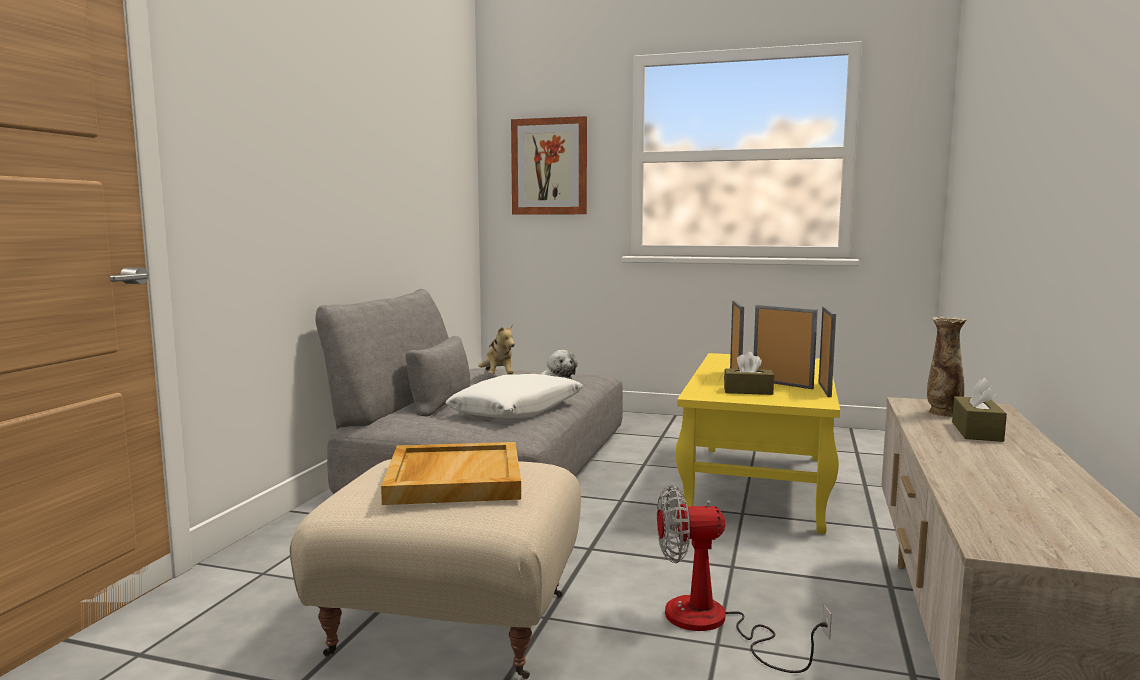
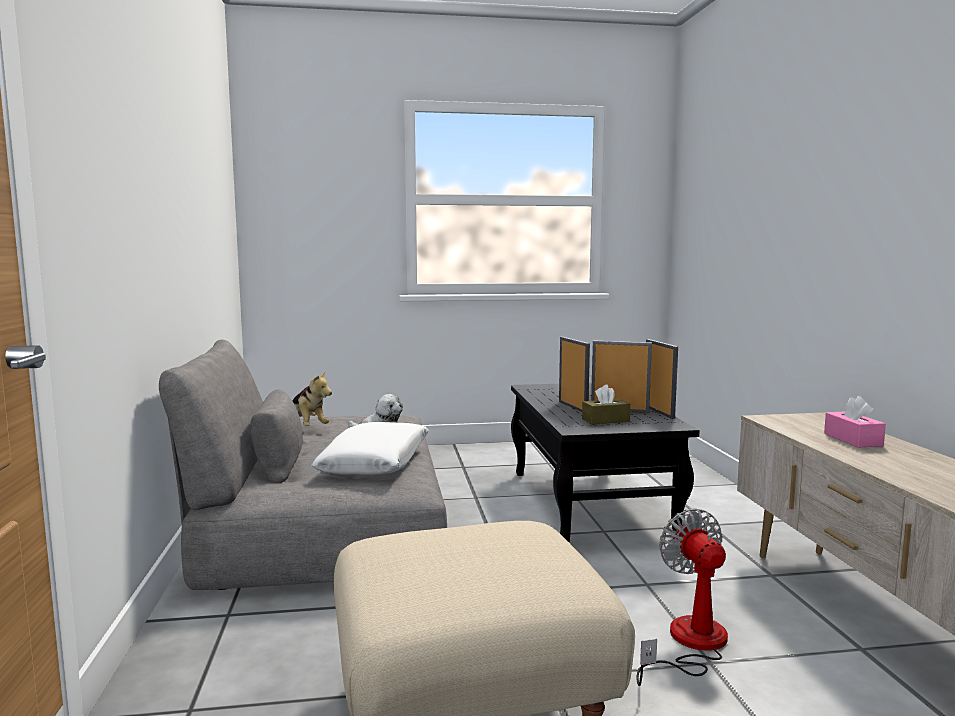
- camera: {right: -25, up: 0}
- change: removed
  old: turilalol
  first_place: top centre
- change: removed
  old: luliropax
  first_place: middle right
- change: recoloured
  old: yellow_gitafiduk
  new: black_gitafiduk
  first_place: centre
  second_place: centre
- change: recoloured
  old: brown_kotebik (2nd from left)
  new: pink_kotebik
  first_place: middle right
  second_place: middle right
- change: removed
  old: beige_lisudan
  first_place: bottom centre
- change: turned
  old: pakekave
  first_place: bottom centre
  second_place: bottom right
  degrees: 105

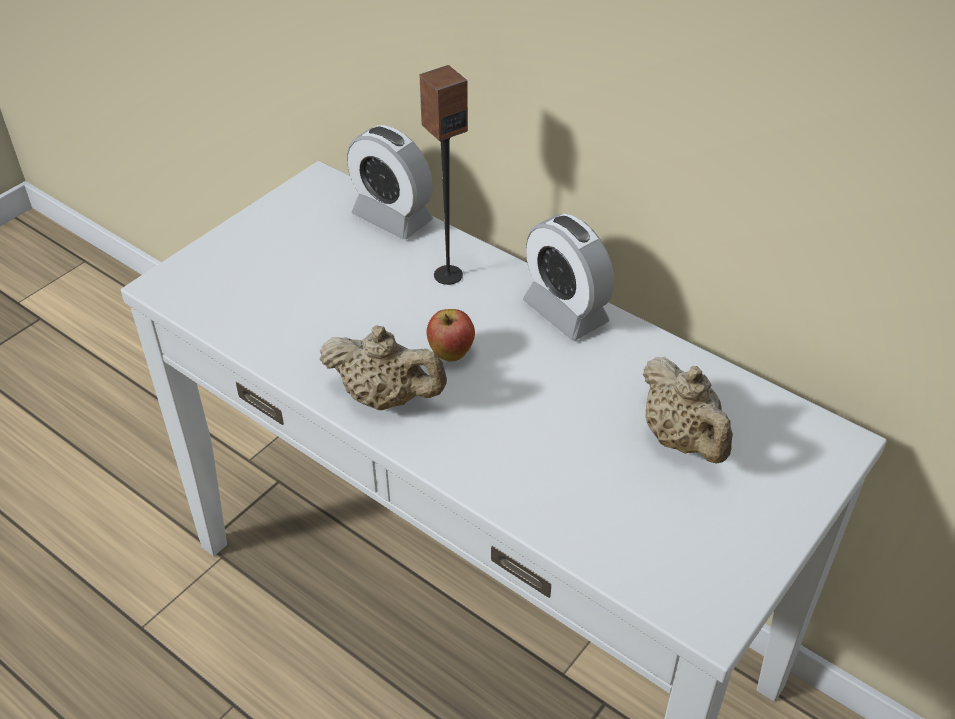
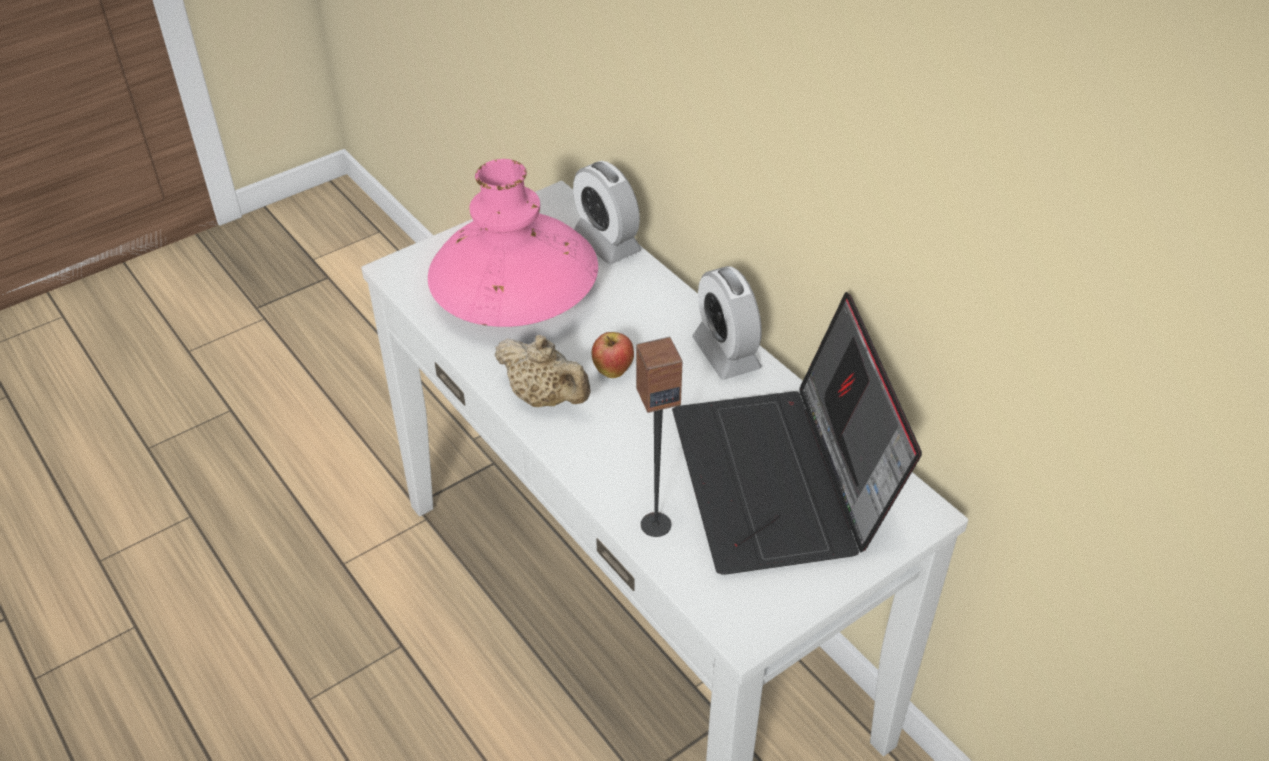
- camera: {right: 15, up: 0}
- change: moved
  old: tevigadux
  first_place: top centre
  second_place: centre
- change: replaced
  old: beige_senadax (2nd from left)
  new: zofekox
  first_place: middle right
  second_place: centre
- change: added
  new: pink_luliropax
  second_place: top centre

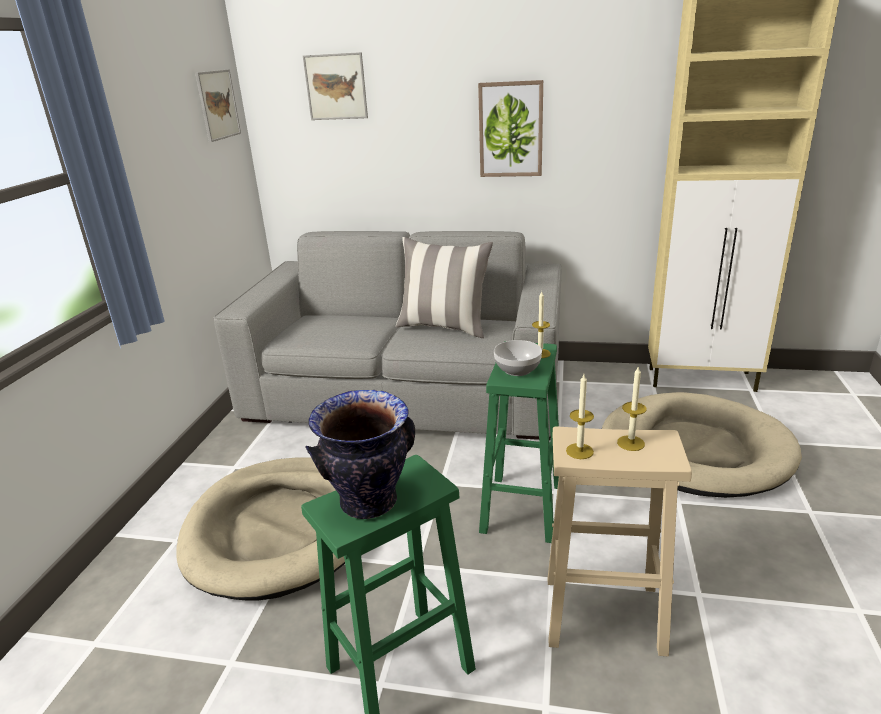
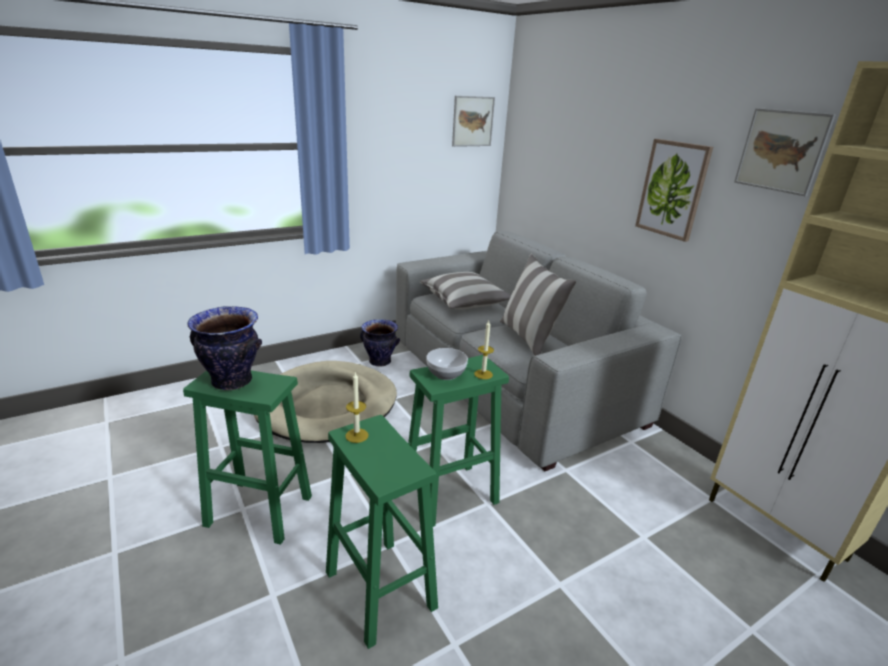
- camera: {right: 45, up: 0}
- change: moved
  old: turilalol (2nd from left in the first image)
  new: turilalol (3rd from left)
  first_place: top centre
  second_place: top right
- change: removed
  old: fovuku (3rd from left)
  first_place: middle right
- change: removed
  old: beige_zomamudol (2nd from left)
  first_place: middle right
- change: recoloured
  old: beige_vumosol
  new: green_vumosol (2nd from left)
  first_place: bottom right
  second_place: bottom centre
- change: added
  new: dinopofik (1st from left)
  second_place: centre
- change: added
  new: luliropax (2nd from left)
  second_place: centre

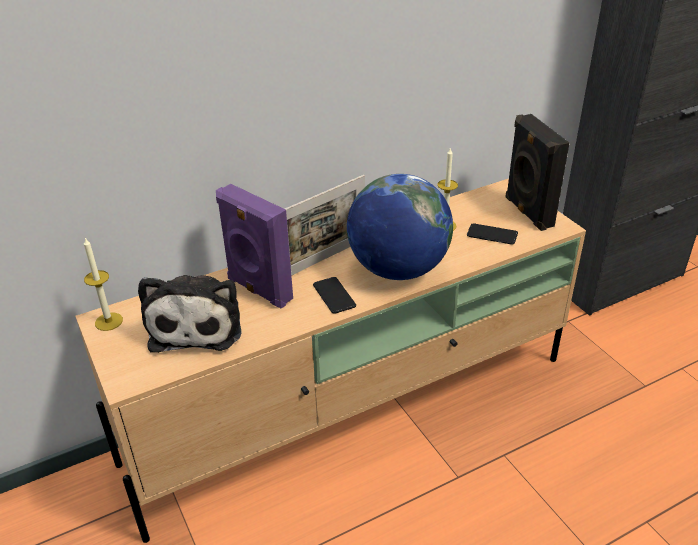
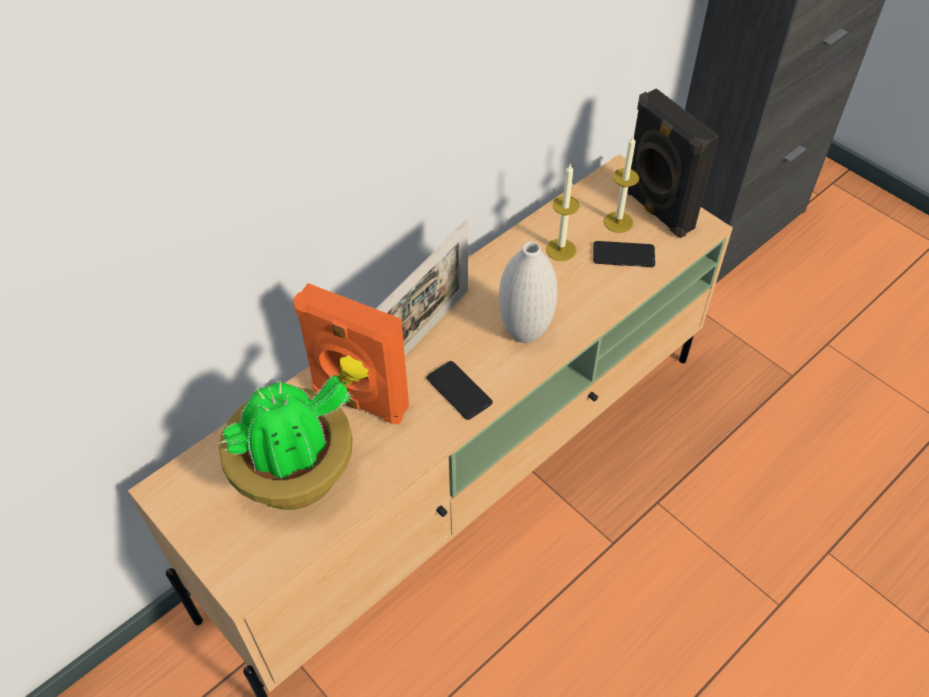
- camera: {right: -15, up: 15}
- change: replaced
  old: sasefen
  new: white_luliropax
  first_place: centre
  second_place: centre
- change: recoloured
  old: purple_tevigadux
  new: orange_tevigadux
  first_place: centre
  second_place: centre
- change: moved
  old: fovuku (1st from left in the first image)
  new: fovuku (2nd from left)
  first_place: middle left
  second_place: top right
- change: replaced
  old: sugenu
  new: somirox
  first_place: middle left
  second_place: middle left

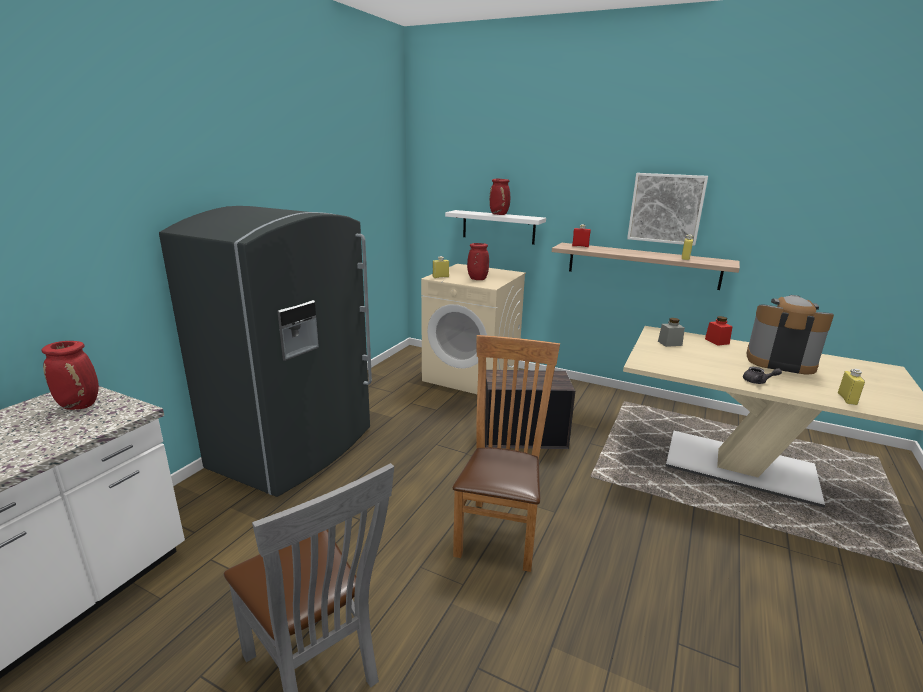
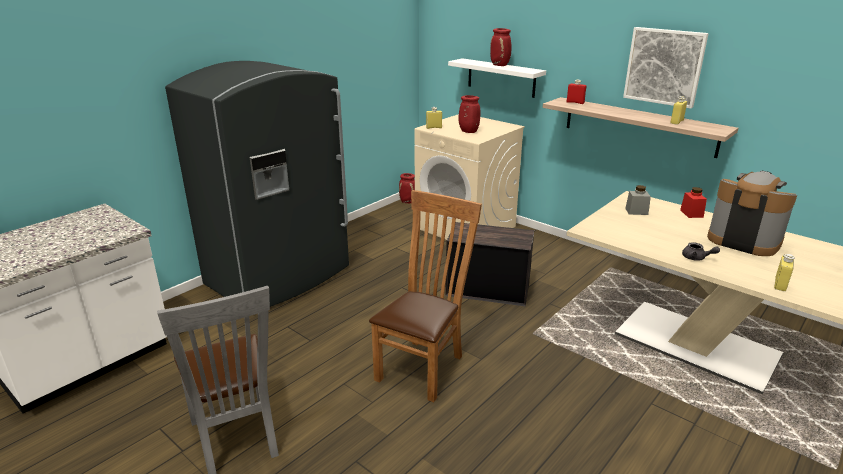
- camera: {right: 15, up: 5}
- change: moved
  old: red_luliropax (1st from left)
  first_place: middle left
  second_place: centre

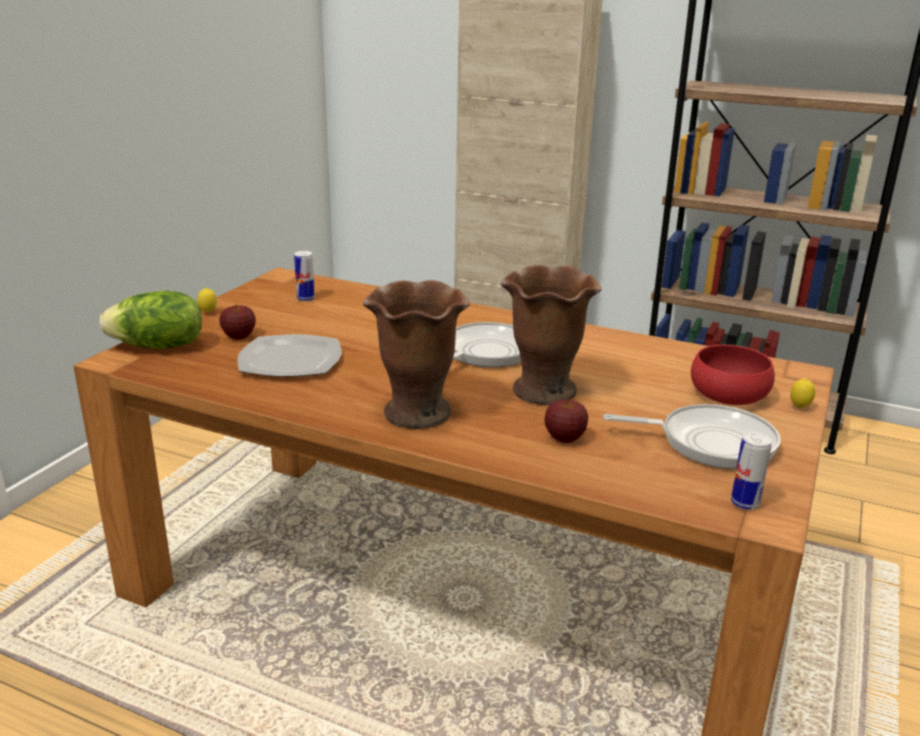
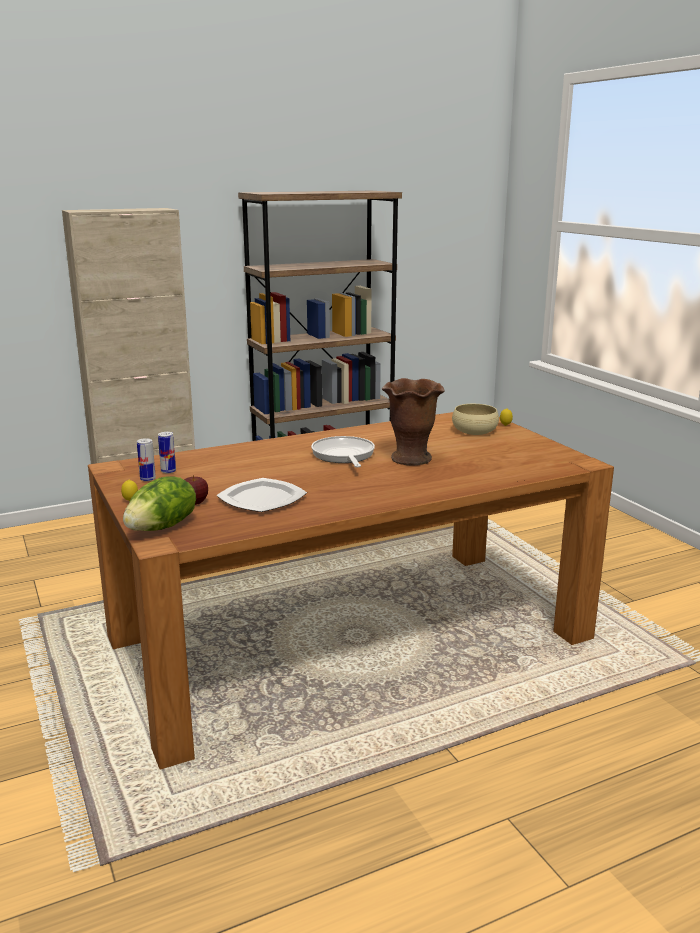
- camera: {right: -50, up: -5}
- change: removed
  old: brown_luliropax (1st from left)
  first_place: centre
- change: recoloured
  old: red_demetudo
  new: beige_demetudo
  first_place: middle right
  second_place: middle right
- change: removed
  old: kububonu (2nd from left)
  first_place: centre
- change: removed
  old: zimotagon (2nd from left)
  first_place: middle right
- change: moved
  old: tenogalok (2nd from left in the first image)
  new: tenogalok (1st from left)
  first_place: middle right
  second_place: middle left

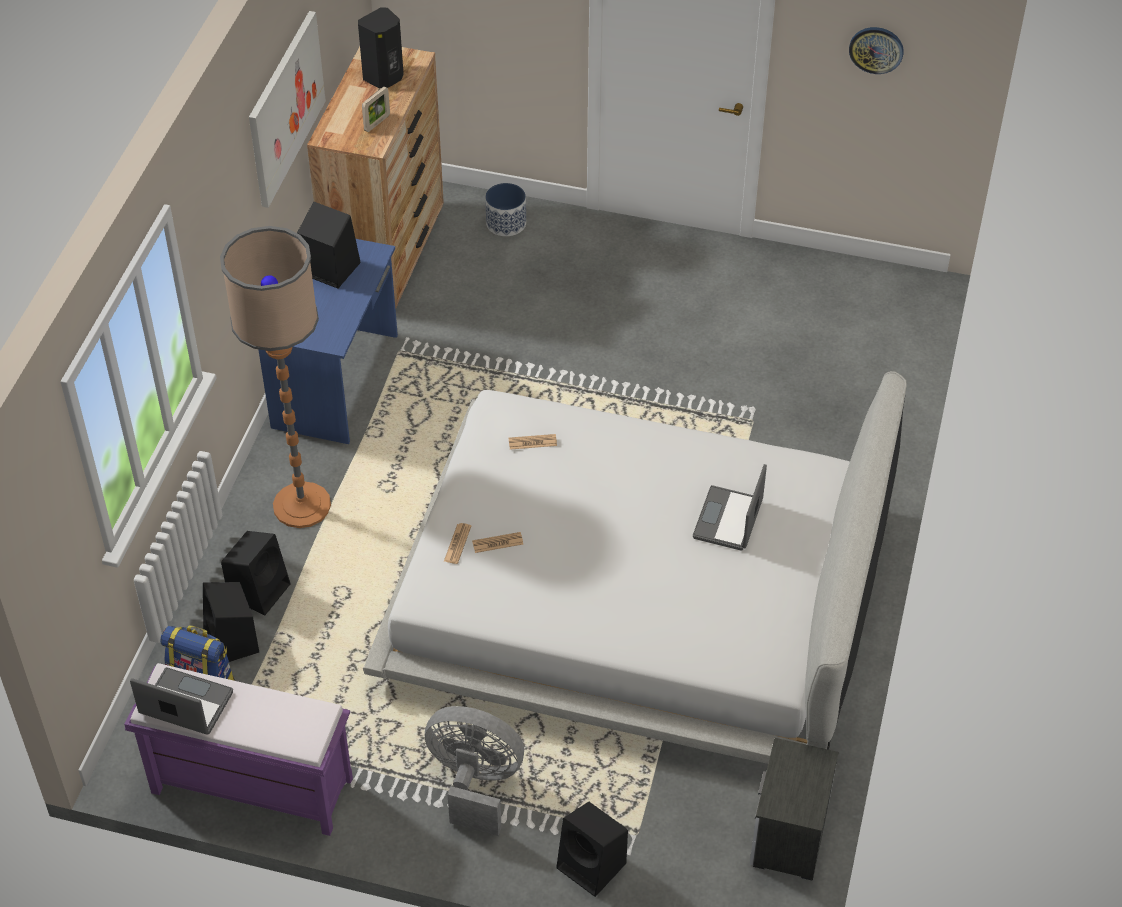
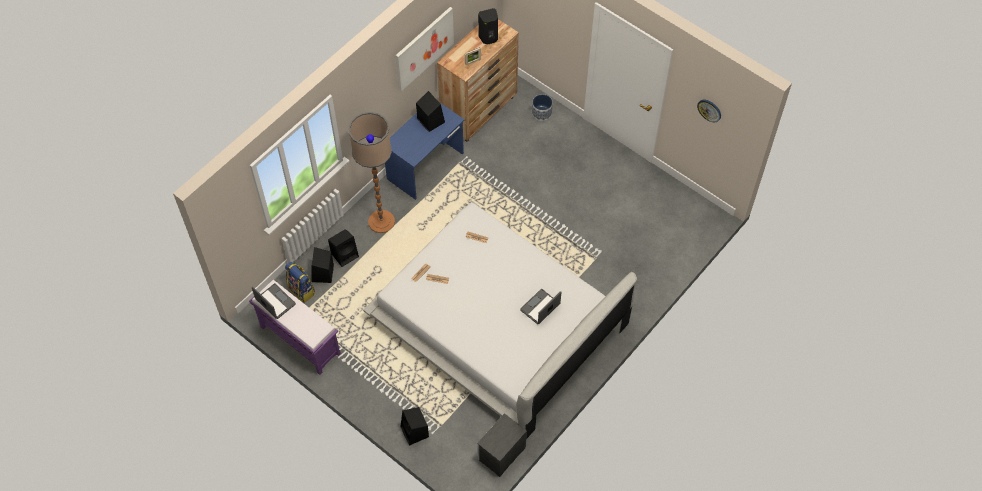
- camera: {right: 25, up: 10}
- change: removed
  old: grey_pakekave
  first_place: bottom centre

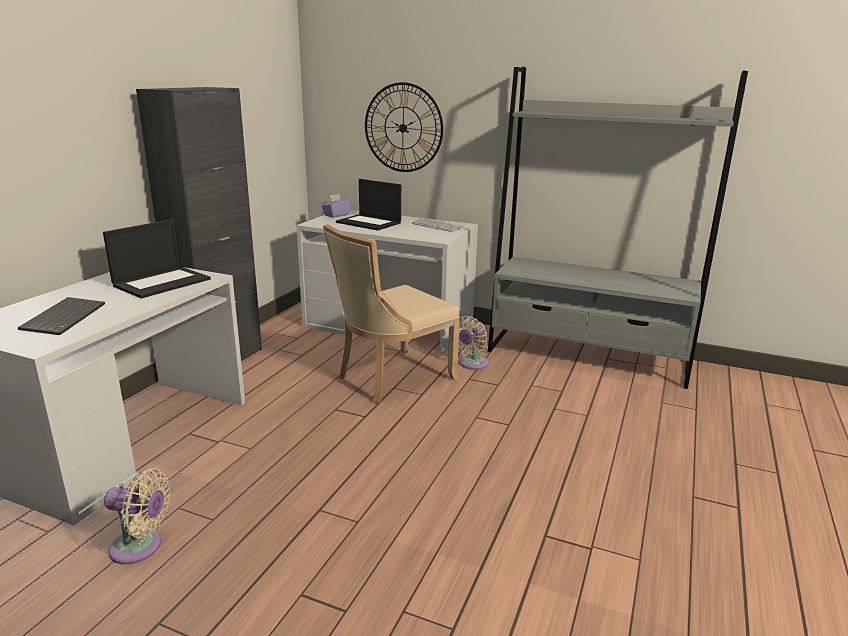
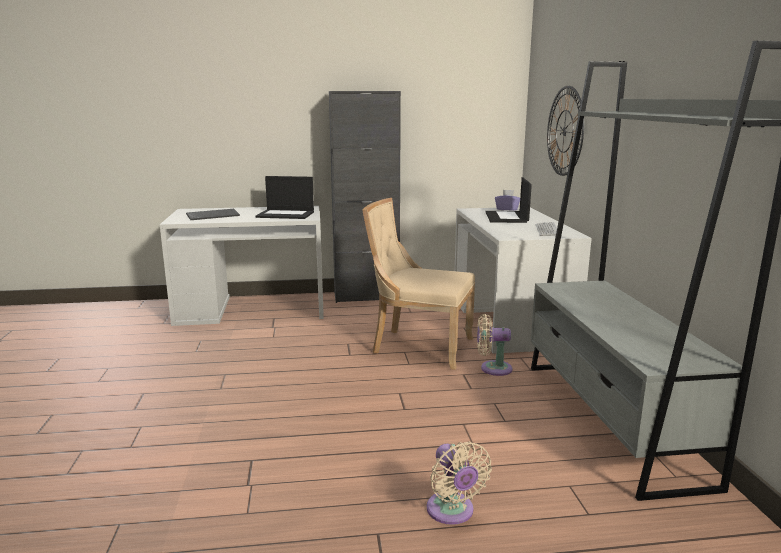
- camera: {right: 60, up: -5}
- change: moved
  old: beige_pakekave (1st from left)
  first_place: bottom left
  second_place: bottom centre

